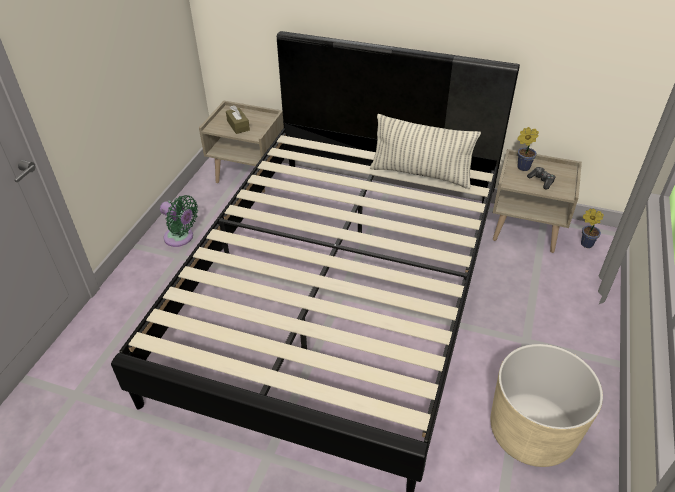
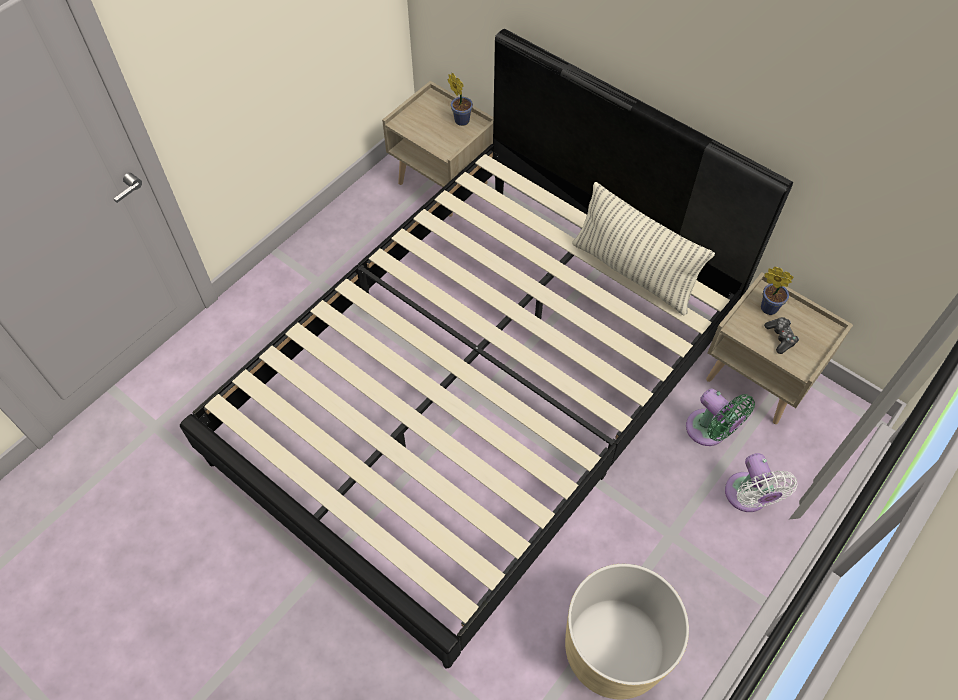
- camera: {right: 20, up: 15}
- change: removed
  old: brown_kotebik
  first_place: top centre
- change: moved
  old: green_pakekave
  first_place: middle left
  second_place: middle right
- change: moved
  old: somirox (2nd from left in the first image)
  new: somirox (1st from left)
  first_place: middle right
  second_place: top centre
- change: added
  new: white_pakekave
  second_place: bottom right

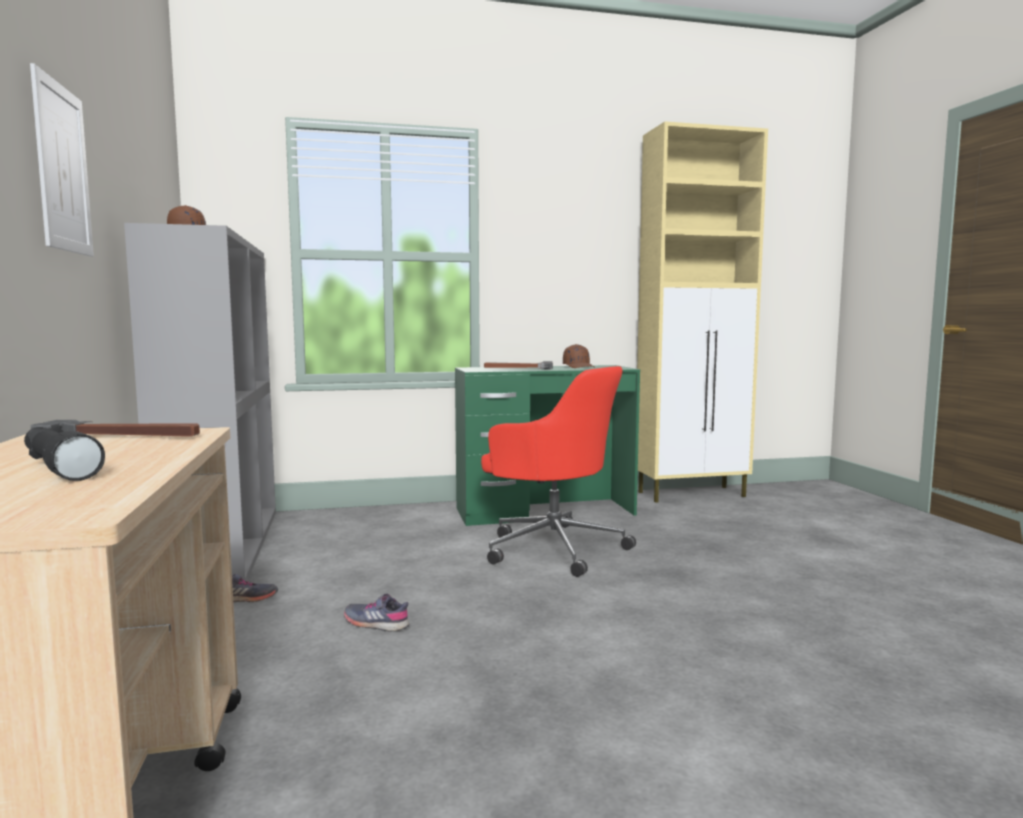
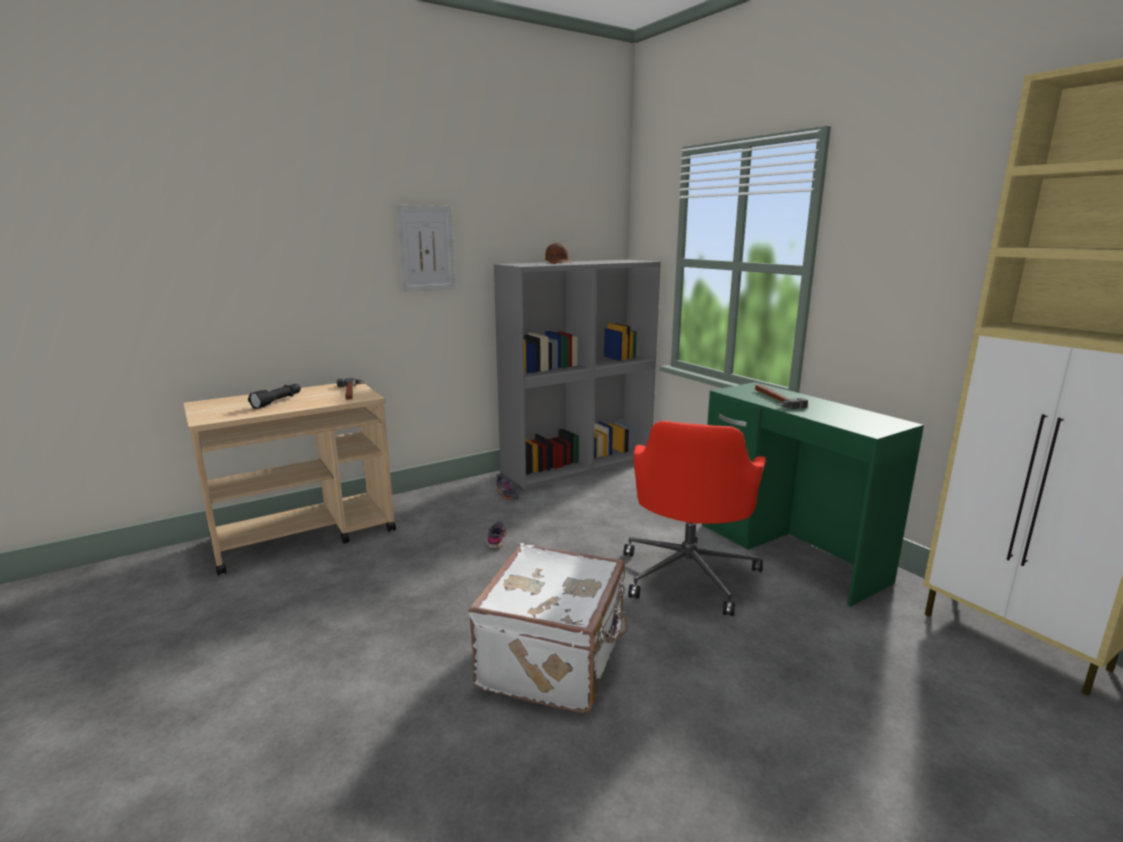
- camera: {right: 70, up: 10}
- change: removed
  old: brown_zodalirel (2nd from left)
  first_place: centre
- change: added
  new: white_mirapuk
  second_place: bottom centre

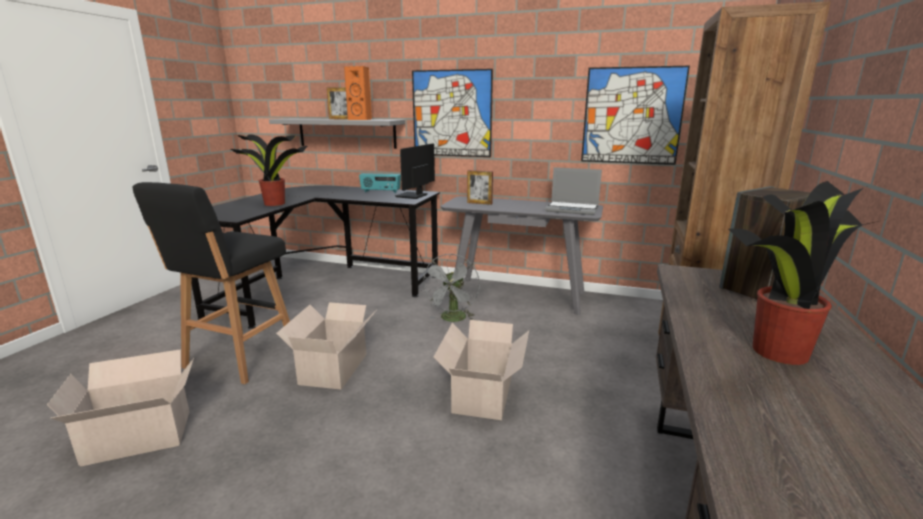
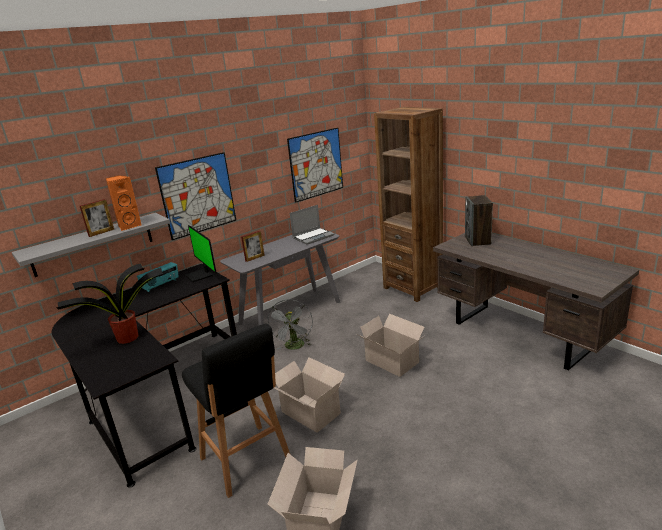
- camera: {right: -55, up: 5}
- change: removed
  old: somirox (2nd from left)
  first_place: middle right
- change: turned
  old: grey_pakekave
  first_place: centre
  second_place: centre
  degrees: 45

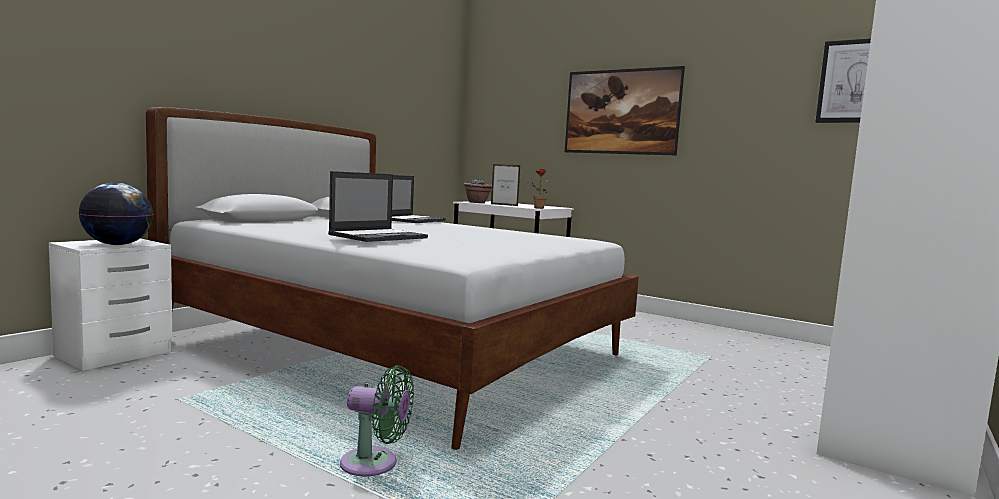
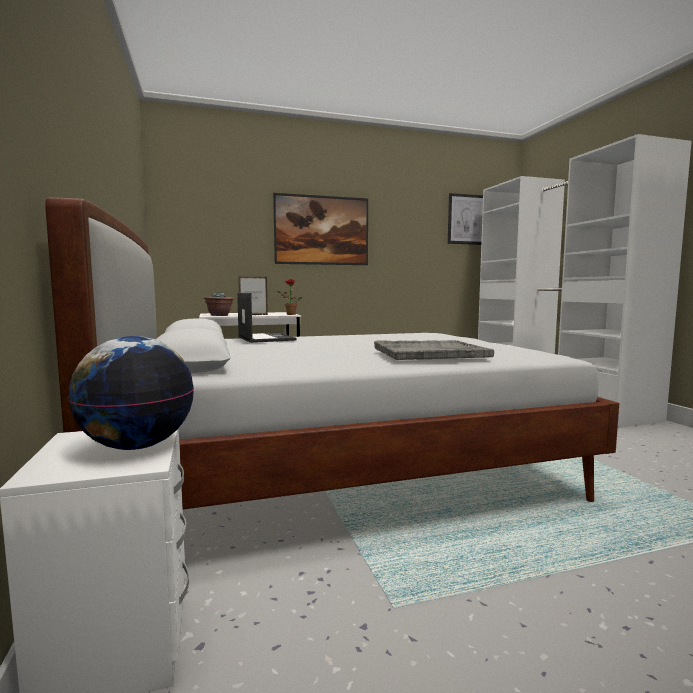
- camera: {right: -50, up: 0}
- change: replaced
  old: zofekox (1st from left)
  new: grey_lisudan
  first_place: centre
  second_place: centre
- change: removed
  old: green_pakekave
  first_place: bottom centre

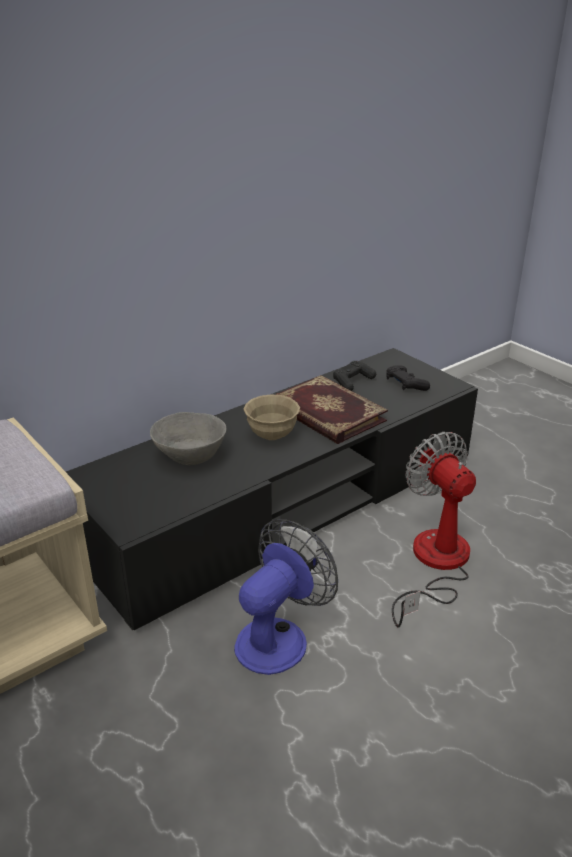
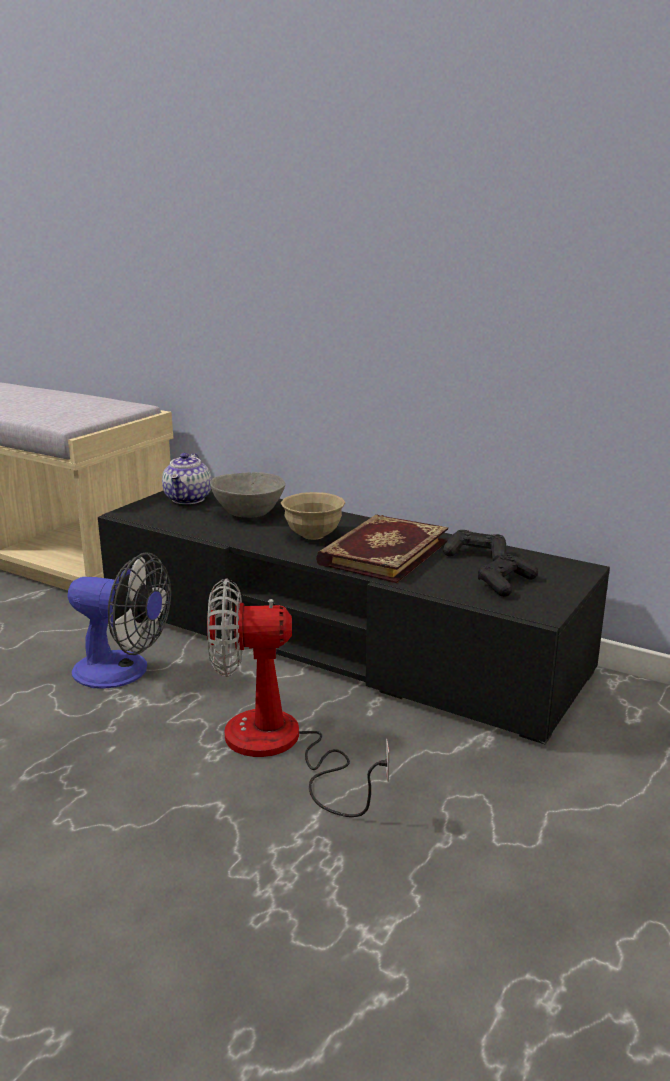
- camera: {right: 70, up: -10}
- change: turned
  old: pakekave (2nd from left)
  first_place: middle right
  second_place: centre
  degrees: -135
- change: added
  new: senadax
  second_place: middle left

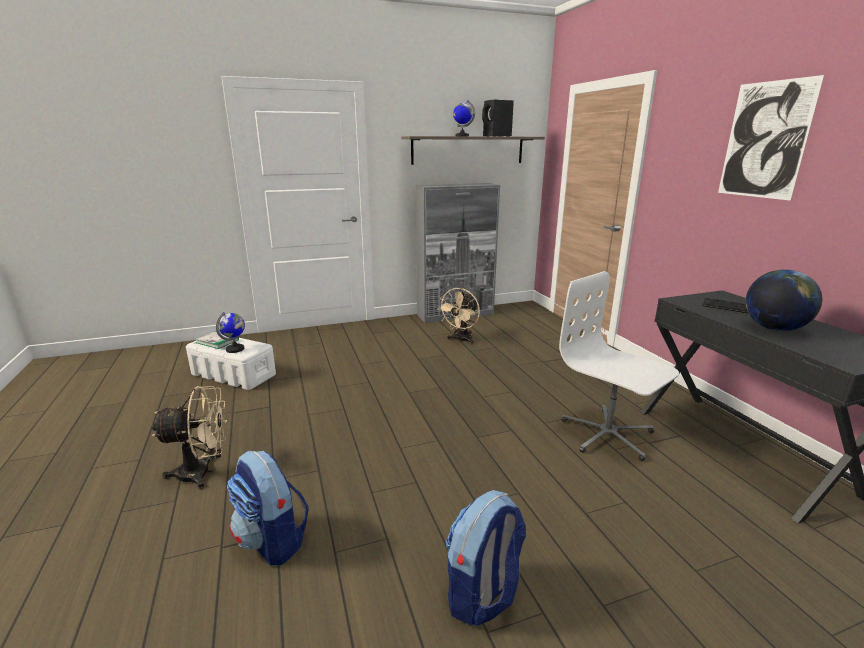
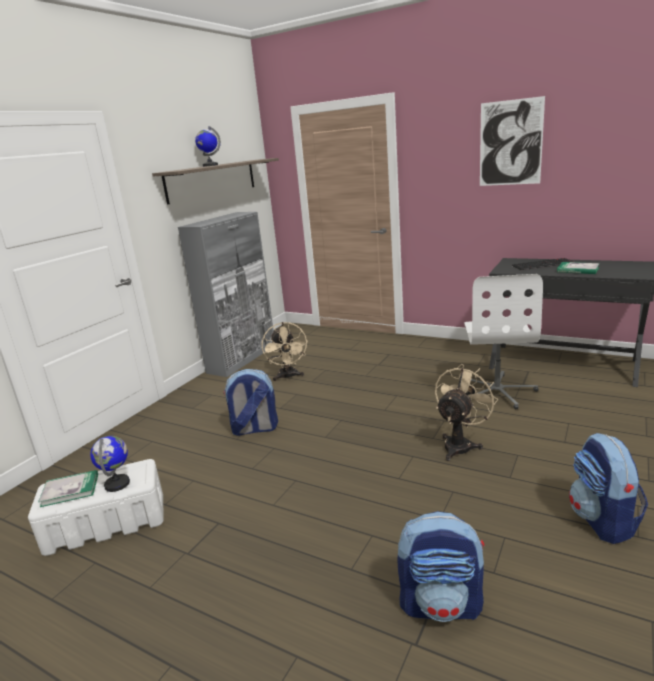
- camera: {right: -40, up: 0}
- change: removed
  old: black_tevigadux
  first_place: top centre
- change: replaced
  old: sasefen (3rd from left)
  new: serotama (2nd from left)
  first_place: middle right
  second_place: middle right
- change: turned
  old: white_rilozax
  first_place: middle right
  second_place: middle right
  degrees: -90
- change: moved
  old: beige_pakekave (1st from left in the first image)
  new: beige_pakekave (2nd from left)
  first_place: bottom left
  second_place: middle right
- change: added
  new: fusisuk (1st from left)
  second_place: centre

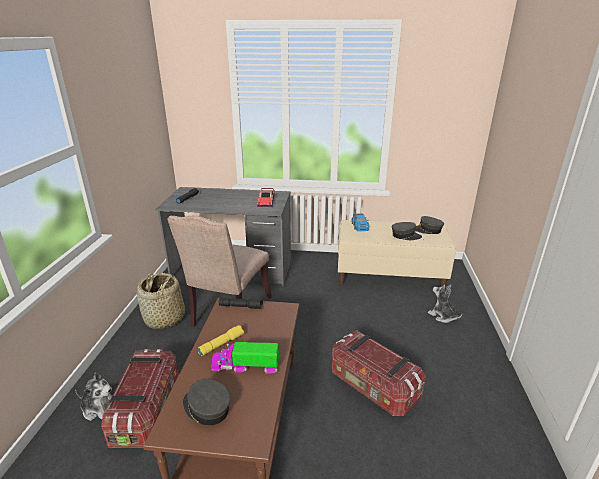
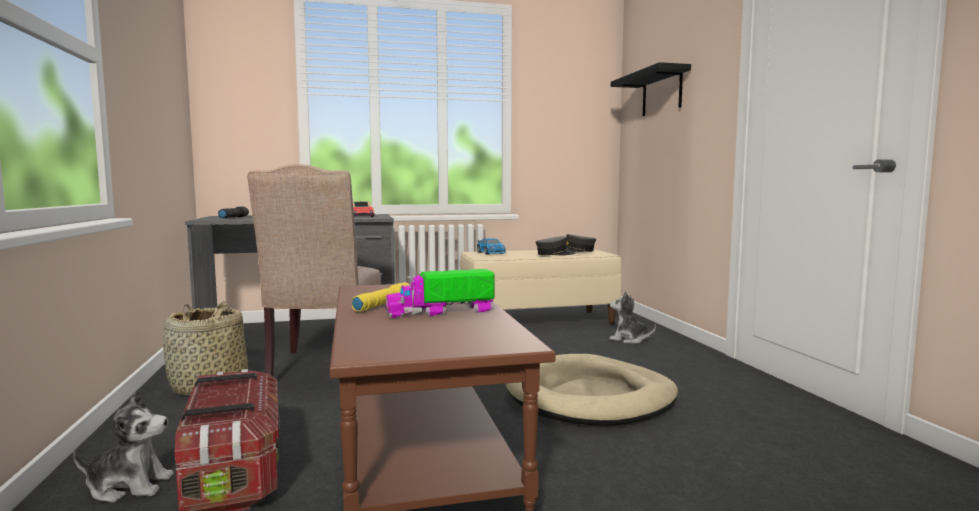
- camera: {right: -20, up: -20}
- change: removed
  old: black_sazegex (2nd from left)
  first_place: centre
- change: replaced
  old: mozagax (2nd from left)
  new: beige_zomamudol
  first_place: bottom centre
  second_place: bottom centre
- change: removed
  old: grey_zodalirel (1st from left)
  first_place: bottom centre
- change: added
  new: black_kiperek
  second_place: top centre

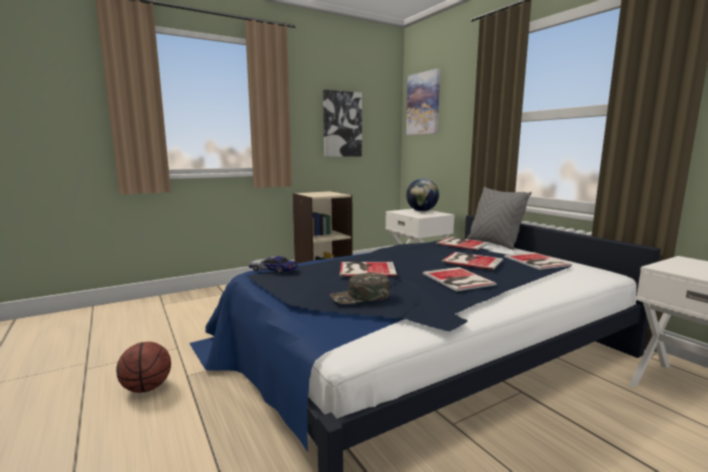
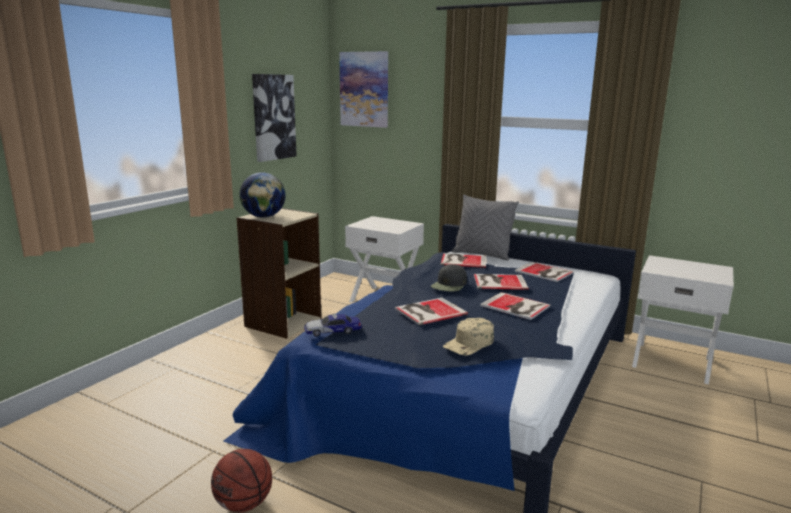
- camera: {right: -30, up: 5}
- change: moved
  old: sasefen
  first_place: centre
  second_place: middle left
- change: recoloured
  old: green_zodalirel
  new: beige_zodalirel
  first_place: centre
  second_place: centre
- change: added
  new: black_zodalirel
  second_place: centre

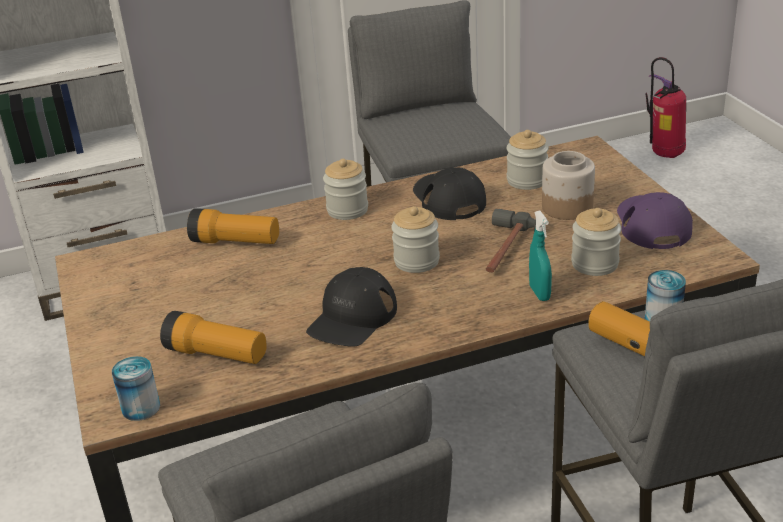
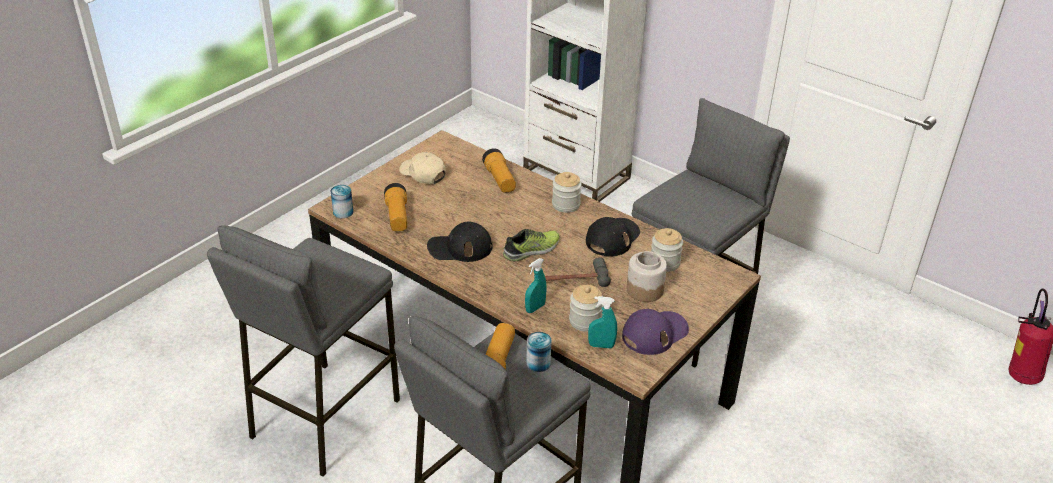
- camera: {right: 55, up: 5}
- change: replaced
  old: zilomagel (2nd from left)
  new: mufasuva
  first_place: centre
  second_place: centre
- change: added
  new: beige_zodalirel
  second_place: centre
- change: added
  new: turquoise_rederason (2nd from left)
  second_place: bottom centre

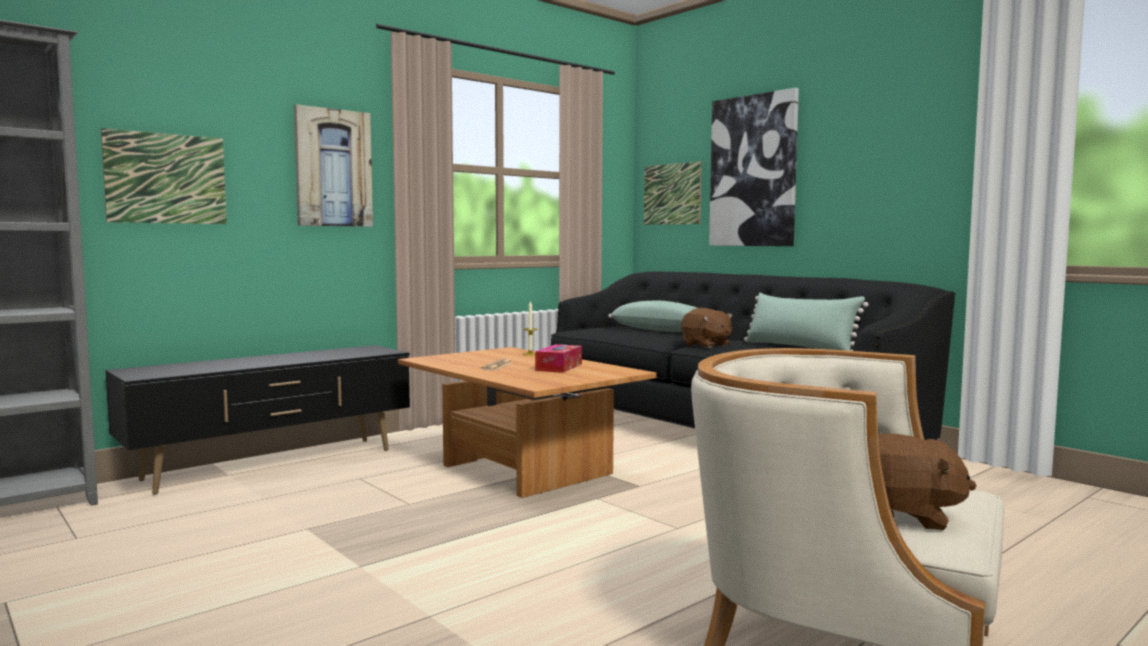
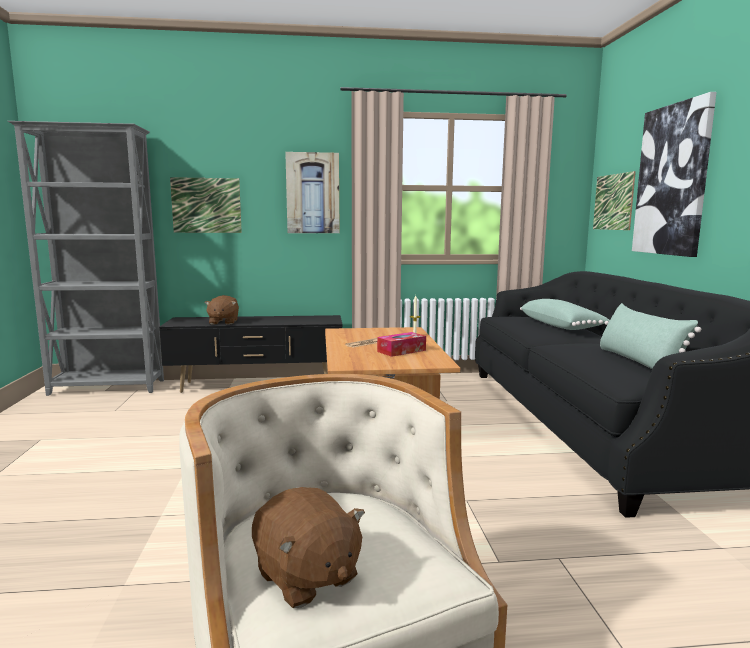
- camera: {right: 35, up: 5}
- change: moved
  old: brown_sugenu (1st from left)
  first_place: centre
  second_place: middle left

